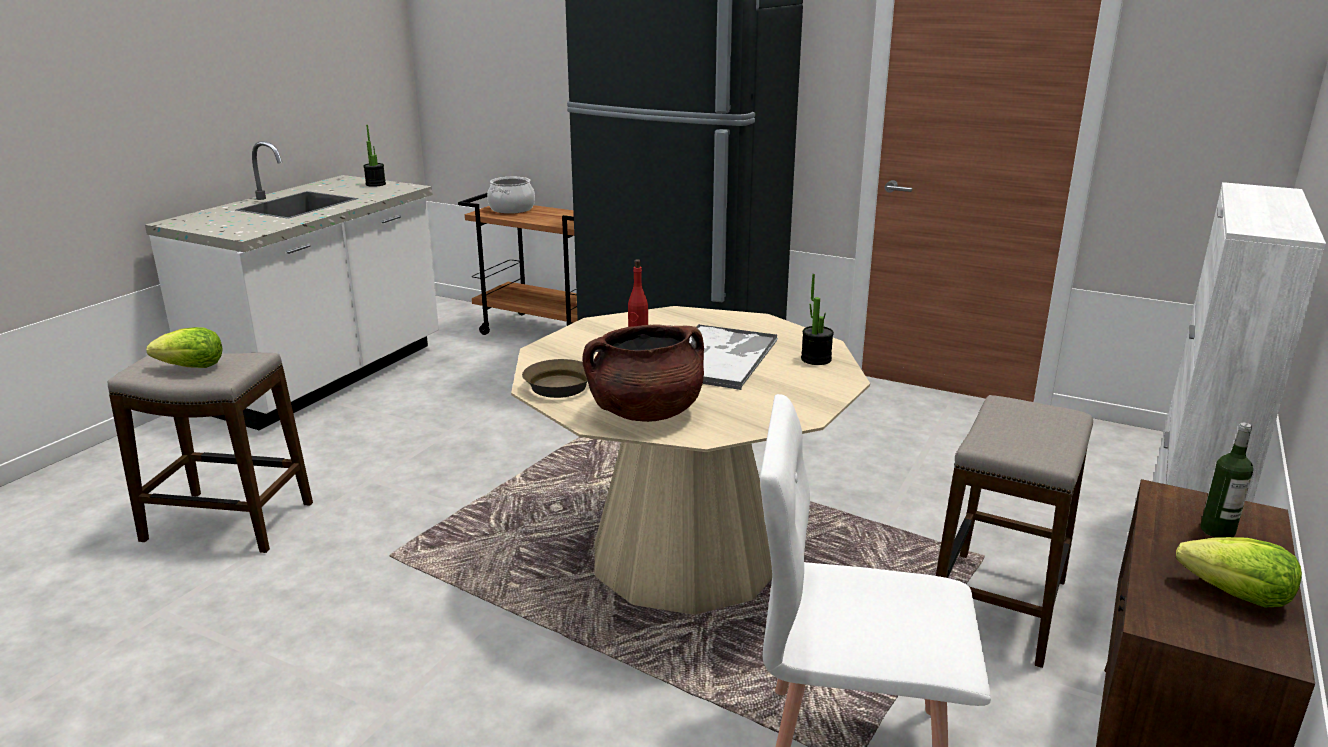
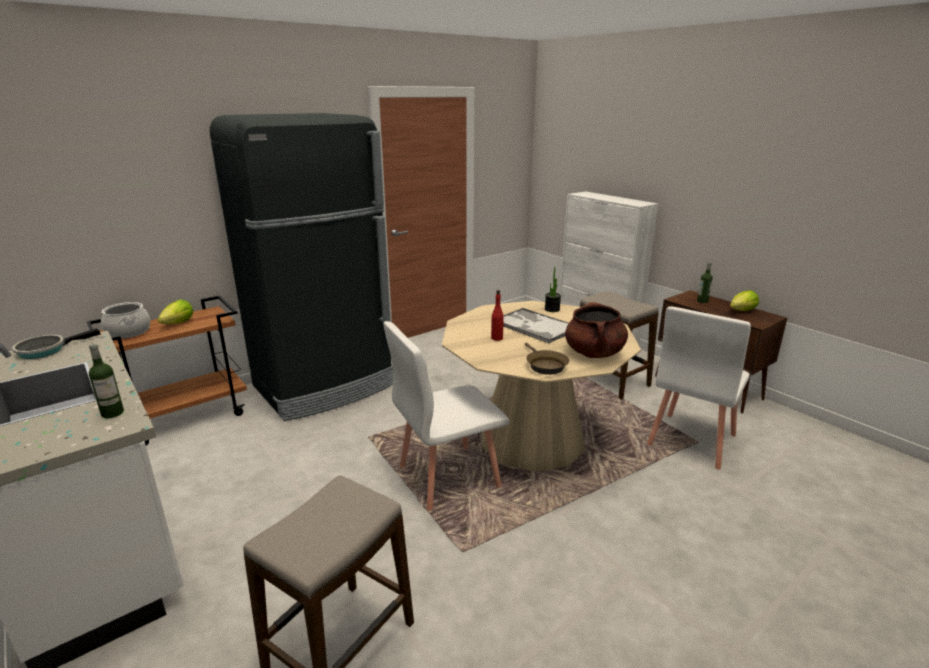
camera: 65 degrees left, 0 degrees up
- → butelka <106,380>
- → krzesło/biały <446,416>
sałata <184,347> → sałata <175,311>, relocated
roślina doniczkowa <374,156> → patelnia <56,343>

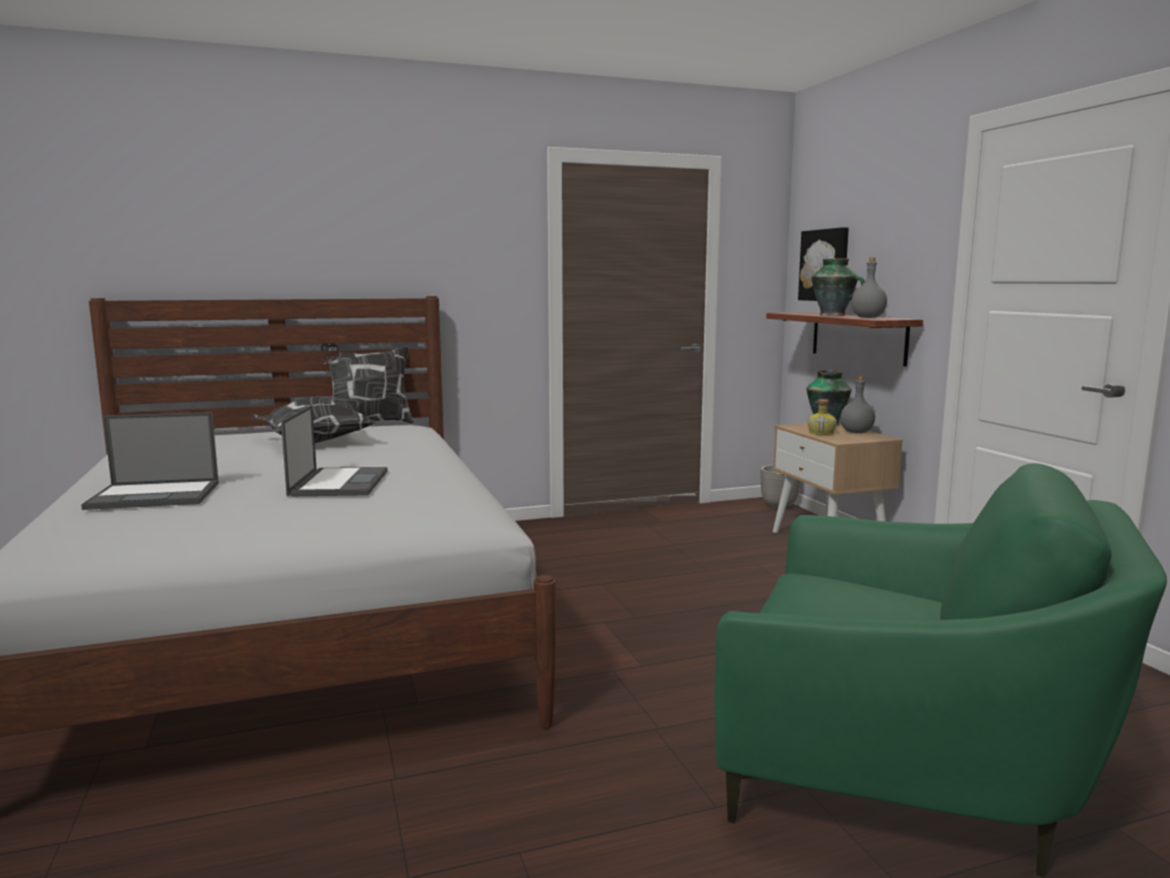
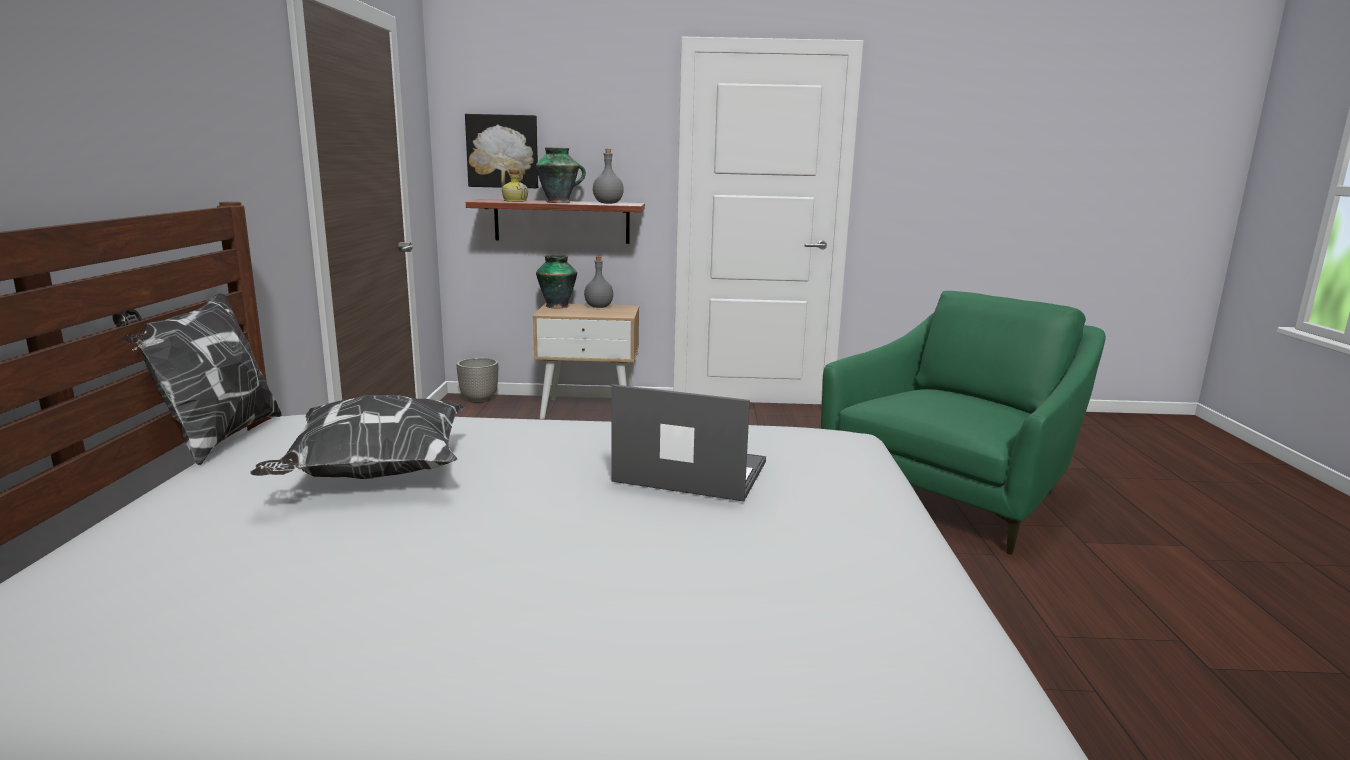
camera: 70 degrees left, 5 degrees up
laptop <150,461> → -
butelka <822,417> → butelka <515,185>, relocated

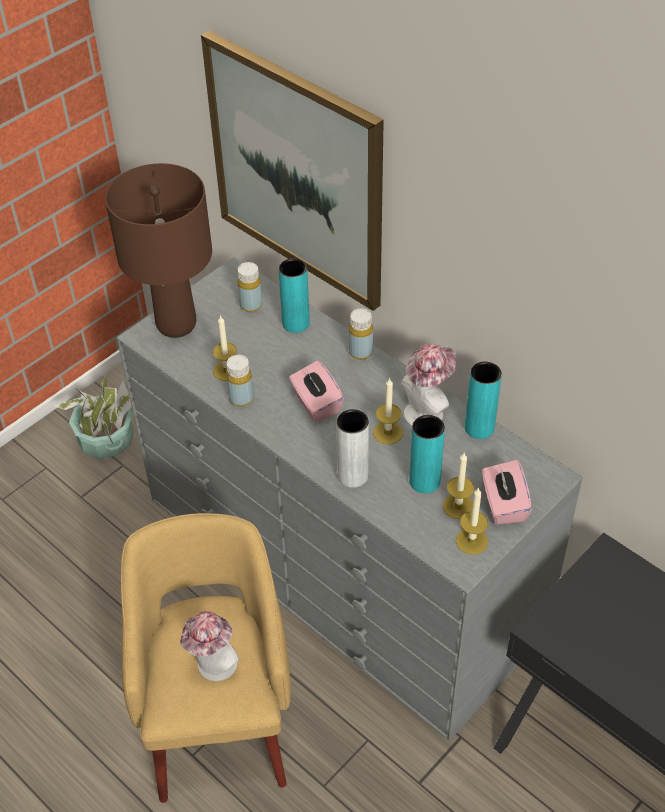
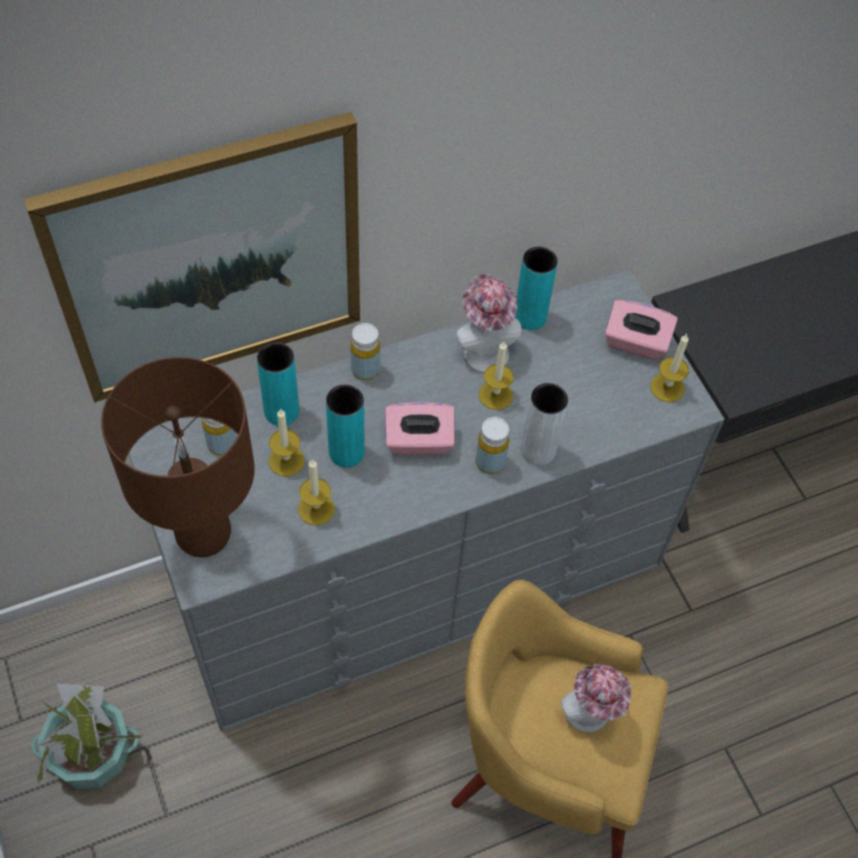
camera: 70 degrees left, 10 degrees up
butelka/żółty <240,381> → butelka/żółty <492,445>, relocated
wazon/turkusowy <427,454> → wazon/turkusowy <345,426>, relocated
świeca <458,486> → świeca <287,442>, relocated

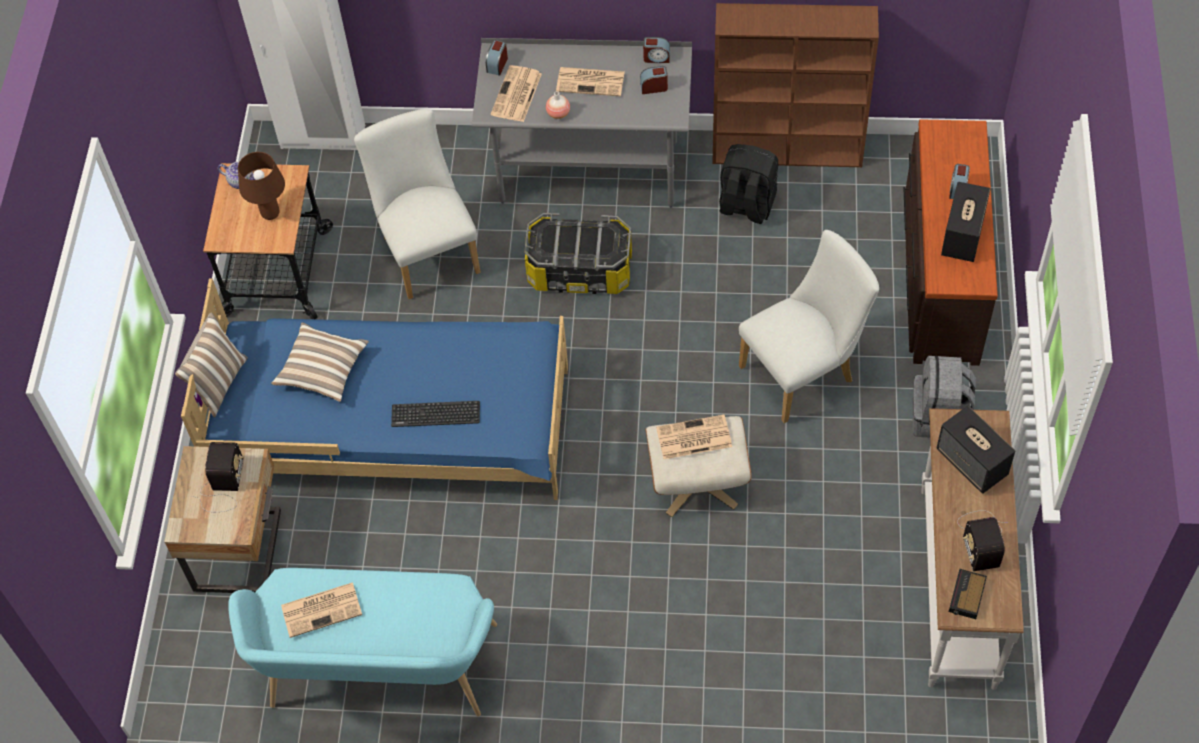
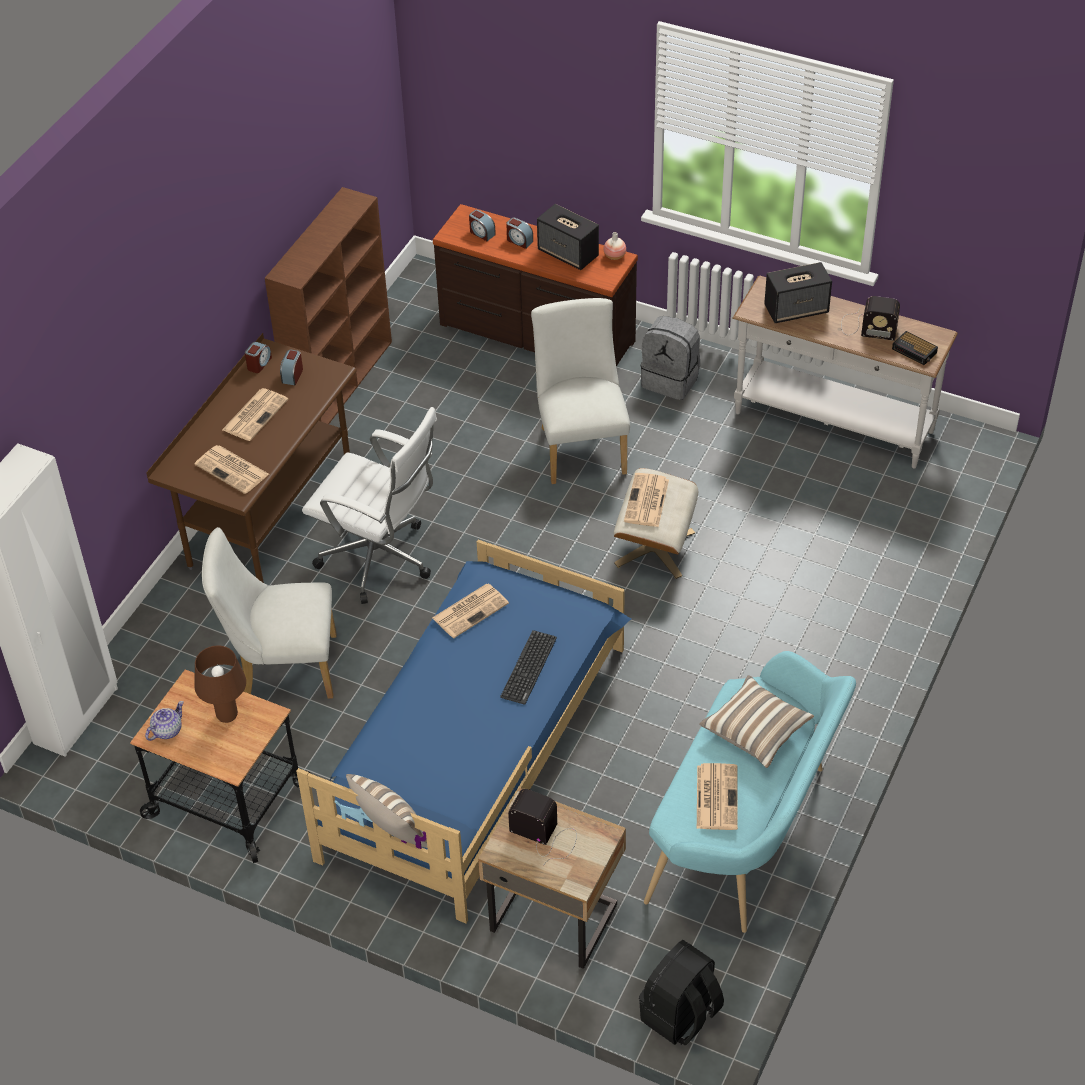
camera: 70 degrees left, 10 degrees down
- → gazeta <470,611>
poduszka <320,362> → poduszka <756,721>, relocated
budzik <496,58> → budzik <482,225>, relocated
wazon <558,105> → wazon <615,246>, relocated
plecak/czarny <748,184> → plecak/czarny <681,993>, relocated
pojemnik do przechowywania <578,253> → krzesło biurowe/biały <369,505>
biurko/szary <582,123> → biurko/brązowy <251,458>

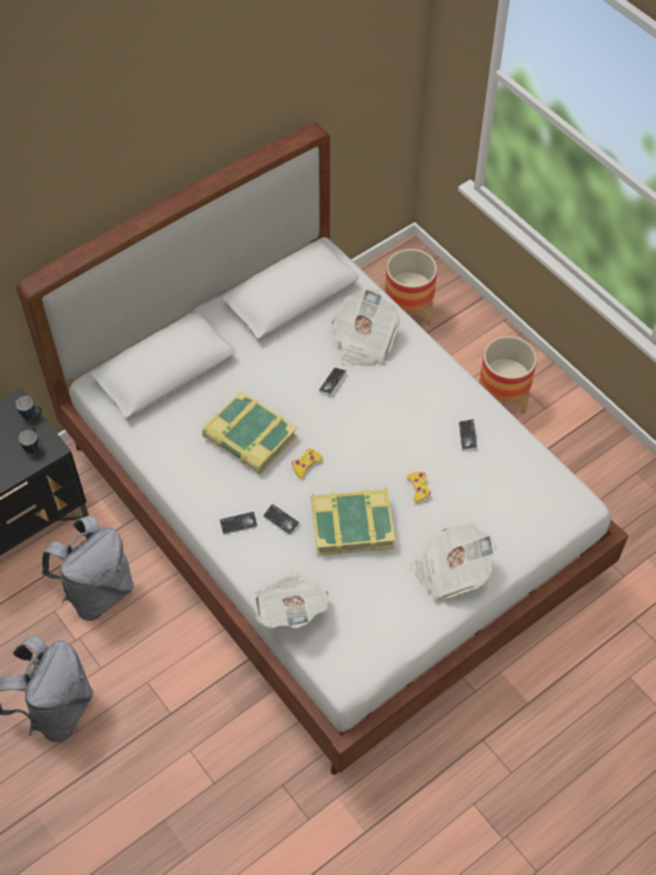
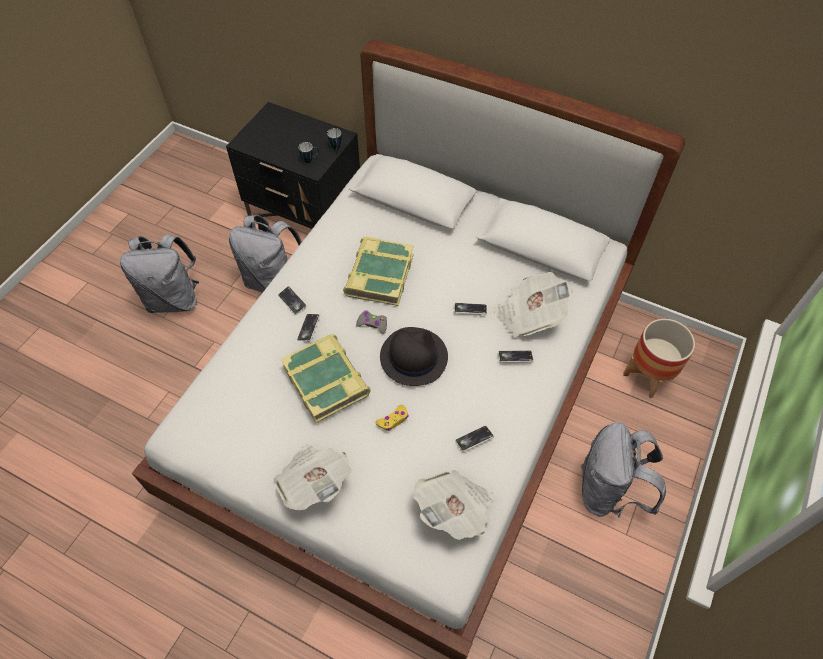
camera: 65 degrees right, 0 degrees up
- → kapelusz/czarny <414,356>
- → telefon <516,356>
gazeta <291,601> → gazeta <454,505>, relocated
donica <508,375> → plecak/szary <623,470>
pad do gier/żółty <307,463> → pad do gier/szary <371,322>

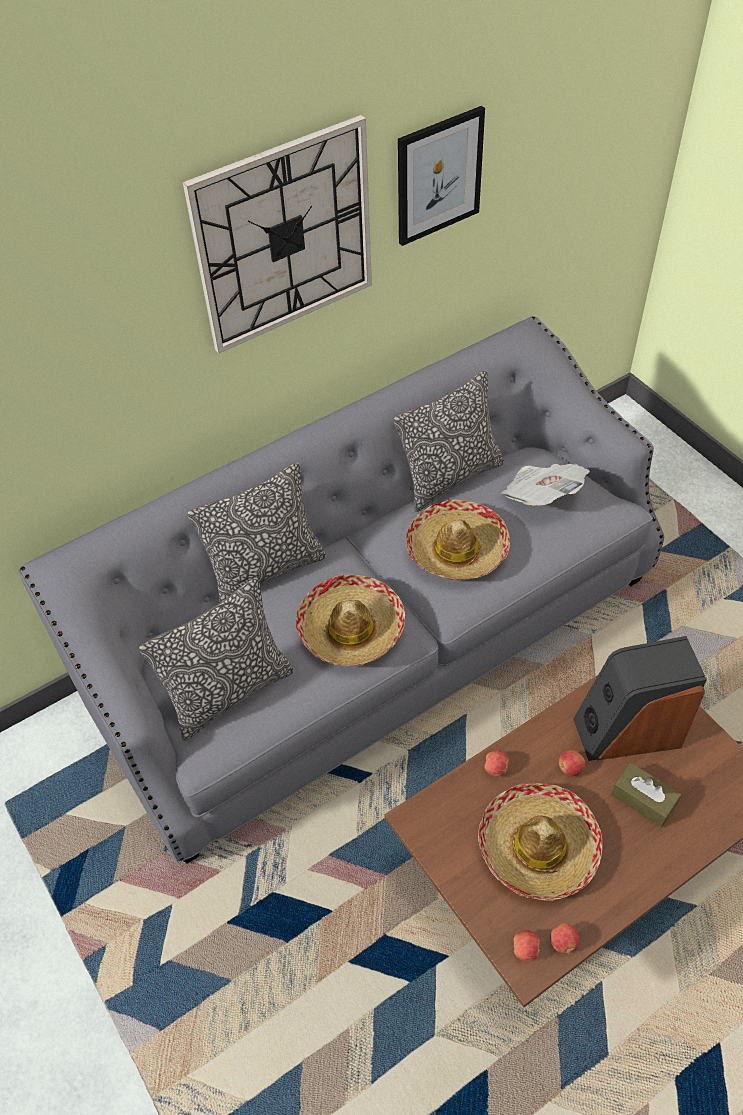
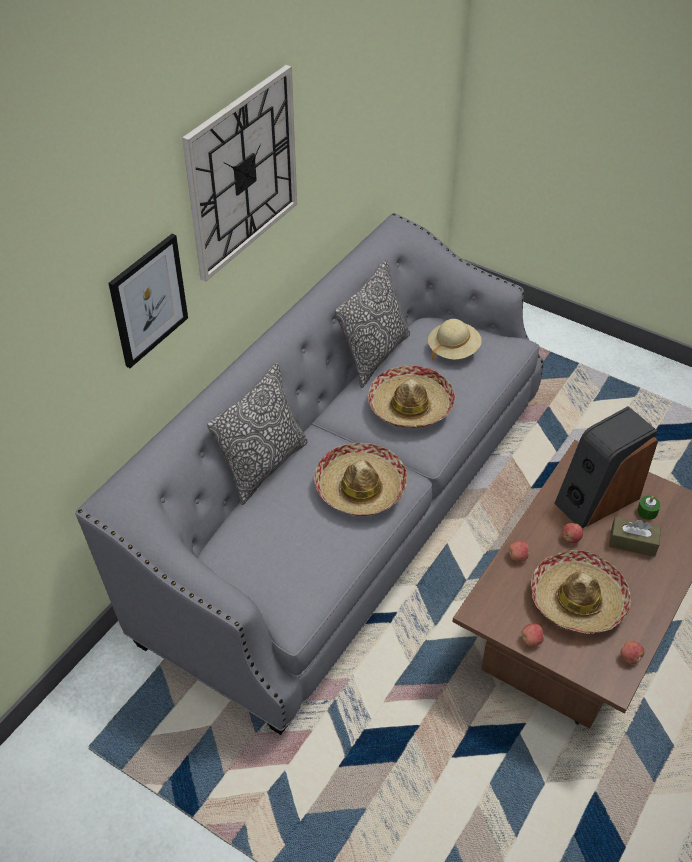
camera: 25 degrees left, 5 degrees down
poduszka <216,659> → -
- → świeca/zielony <649,508>
obraz <441,176> → obraz <148,301>, relocated
jabłko <527,945> → jabłko <532,634>, relocated
gazeta <545,485> → kapelusz/beżowy <455,340>

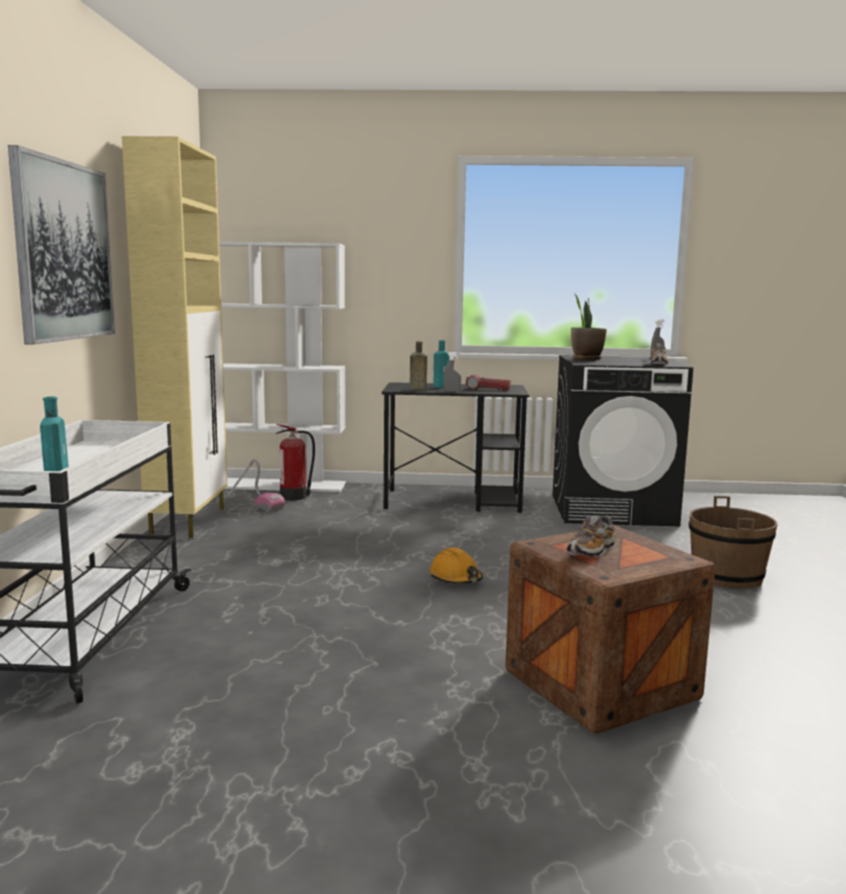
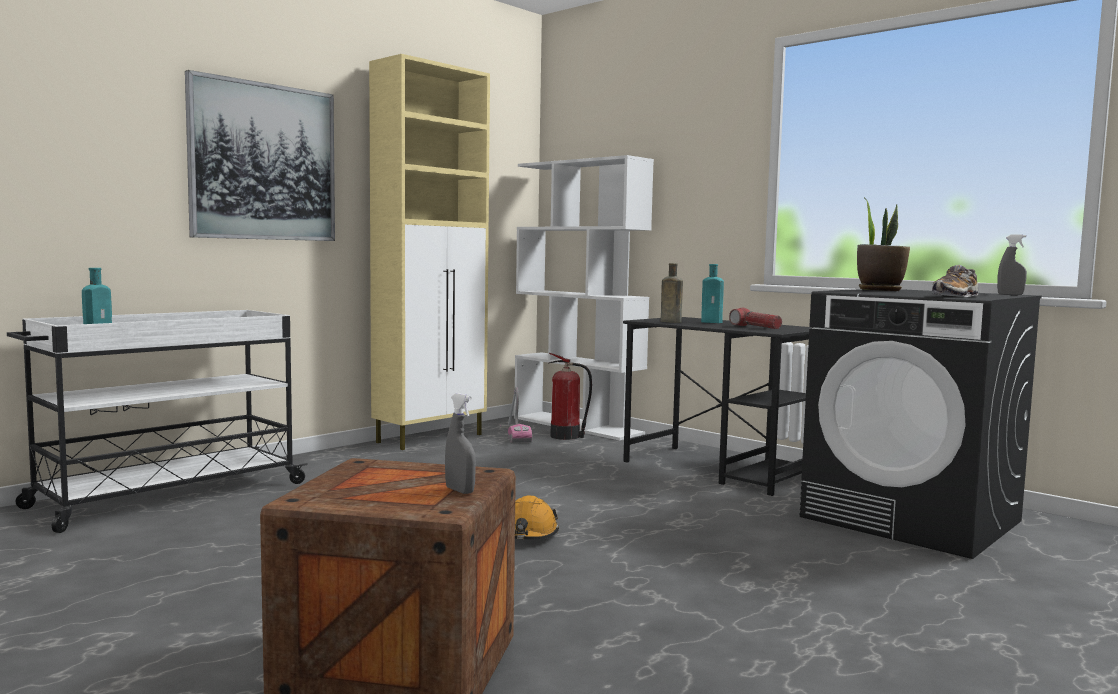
camera: 40 degrees right, 5 degrees down
but <590,536> → -
wiadro/brązowy <733,542> → -
spryskiwacz/szary <452,372> → spryskiwacz/szary <460,443>, relocated

